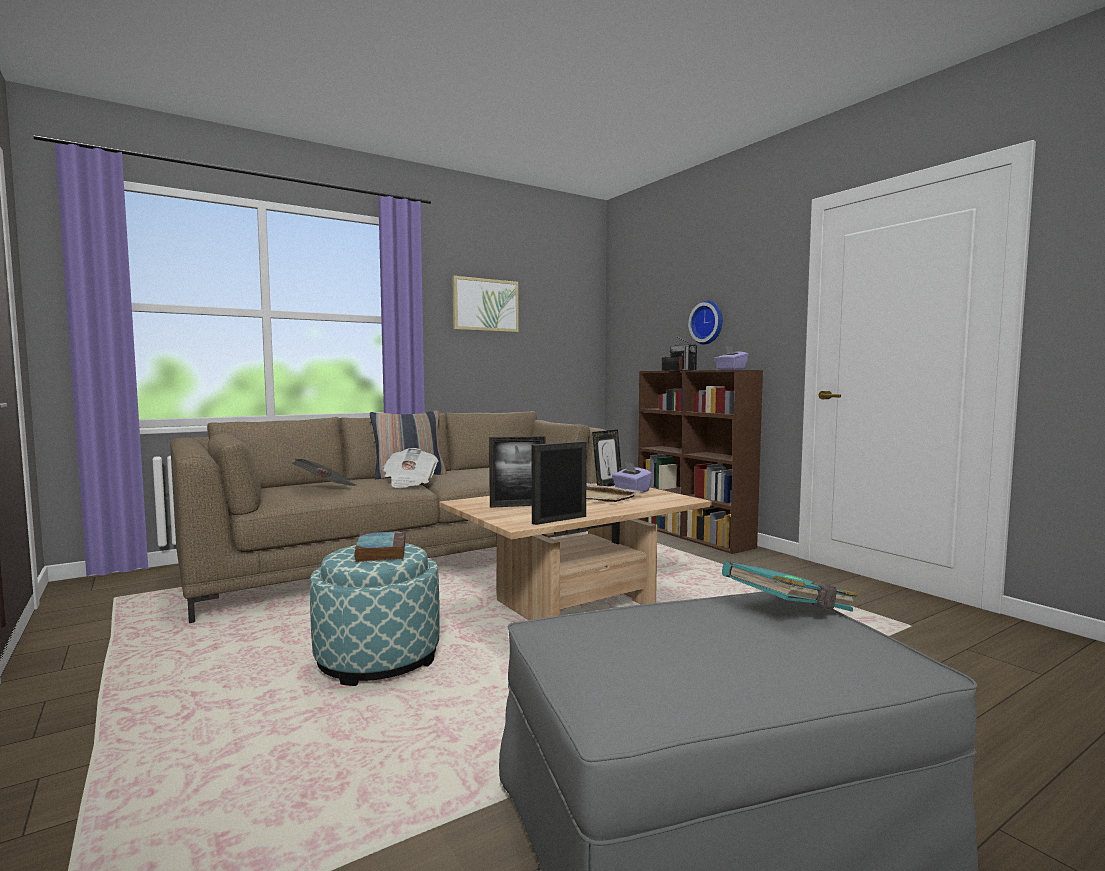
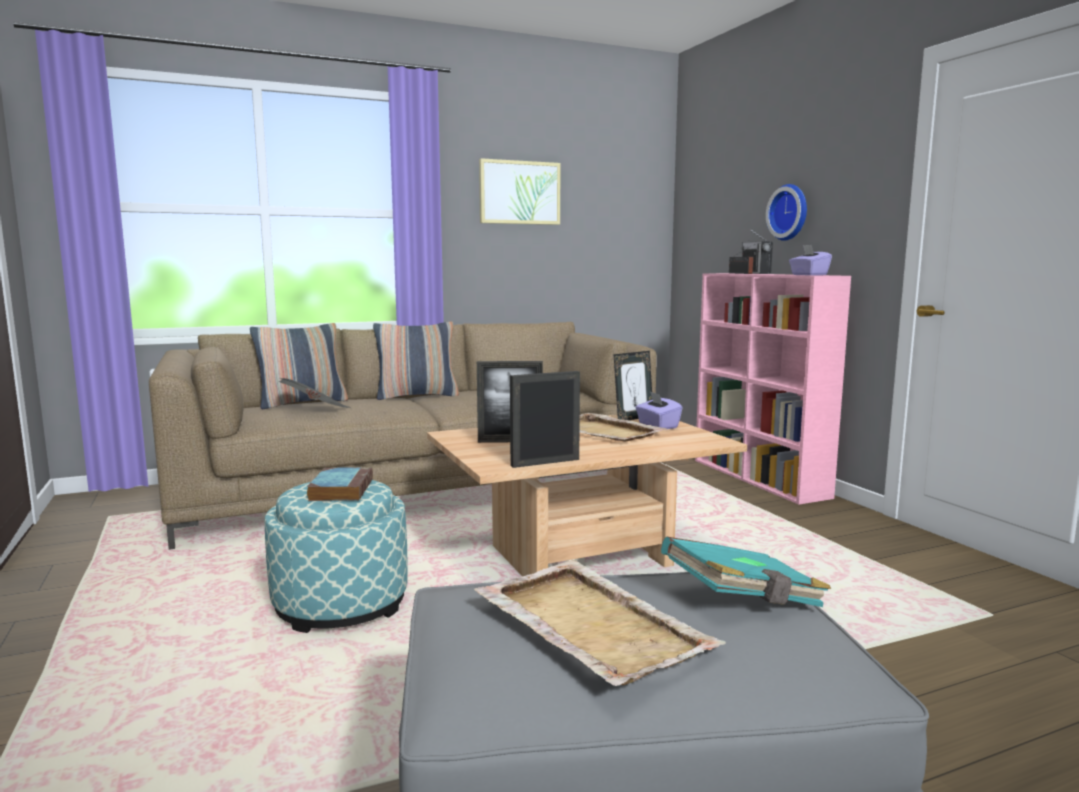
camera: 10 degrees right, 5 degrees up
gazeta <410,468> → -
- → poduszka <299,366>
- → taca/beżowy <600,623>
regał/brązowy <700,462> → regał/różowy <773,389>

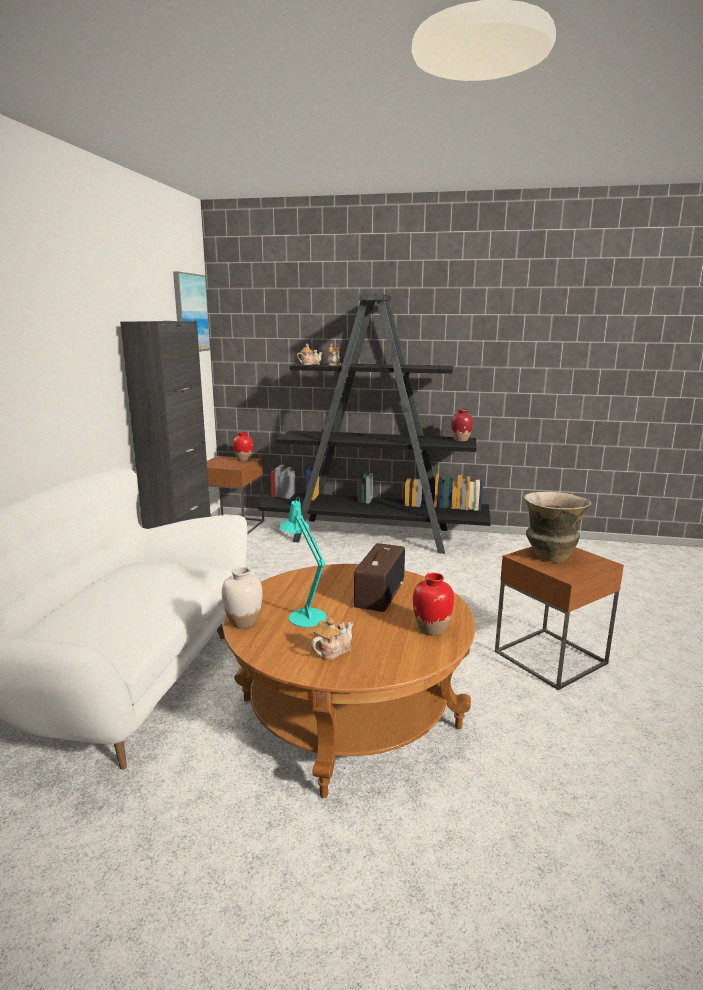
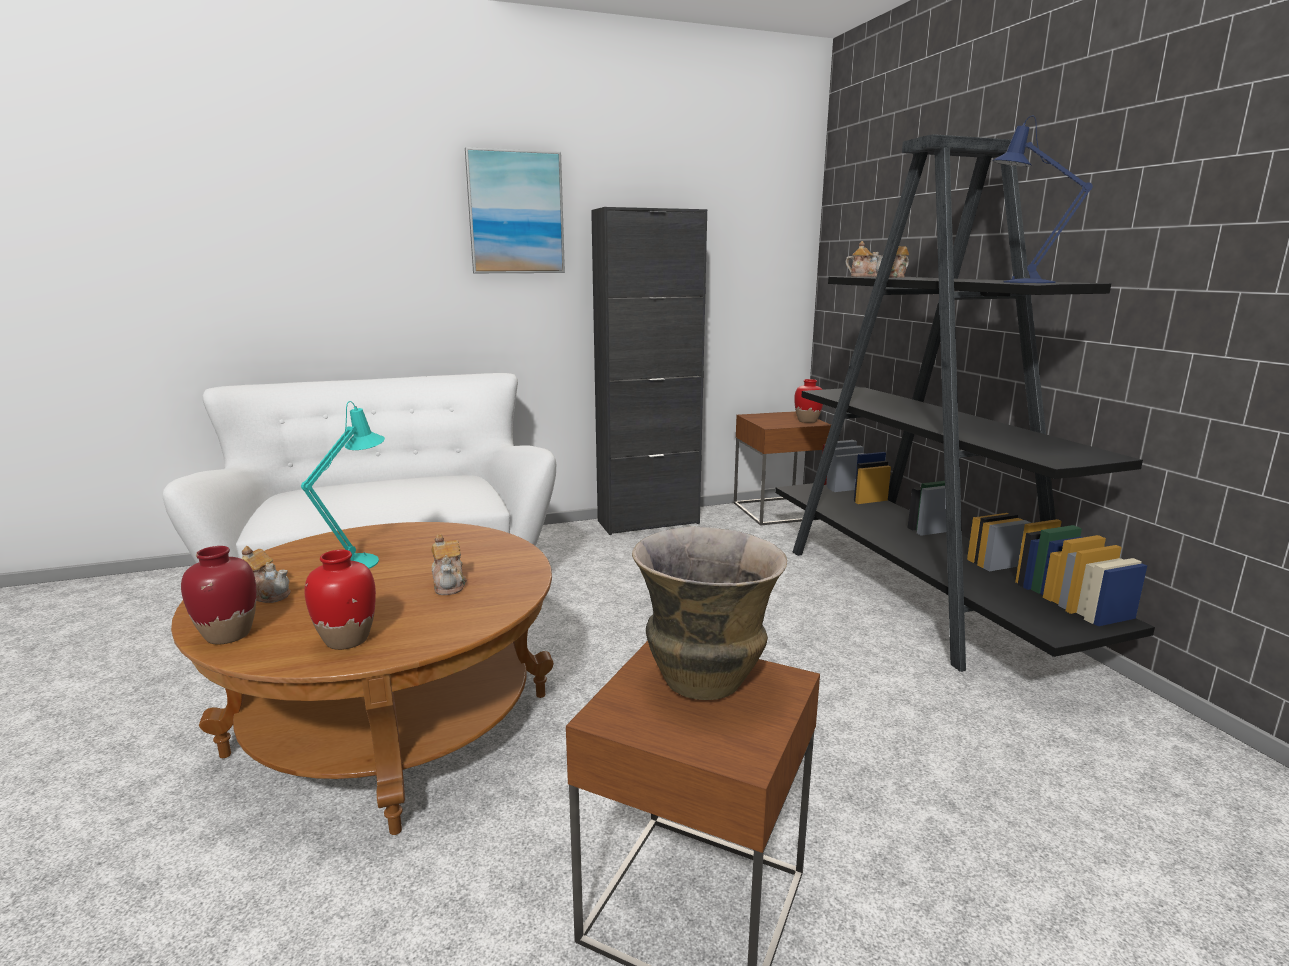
camera: 60 degrees right, 0 degrees up
wazon/biały <242,598> → -
- → lampa stołowa/niebieski <1042,199>
obraz <191,311> → obraz <515,210>, relocated
wazon/czerwony <462,425> → wazon/czerwony <218,595>, relocated
radio <379,577> → imbryk <449,564>

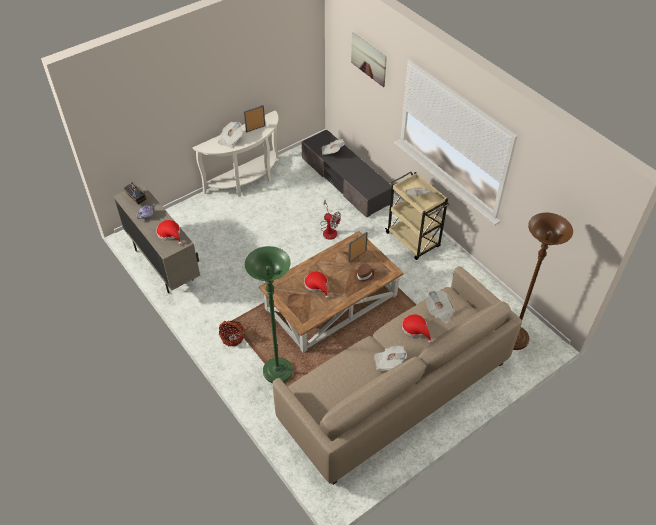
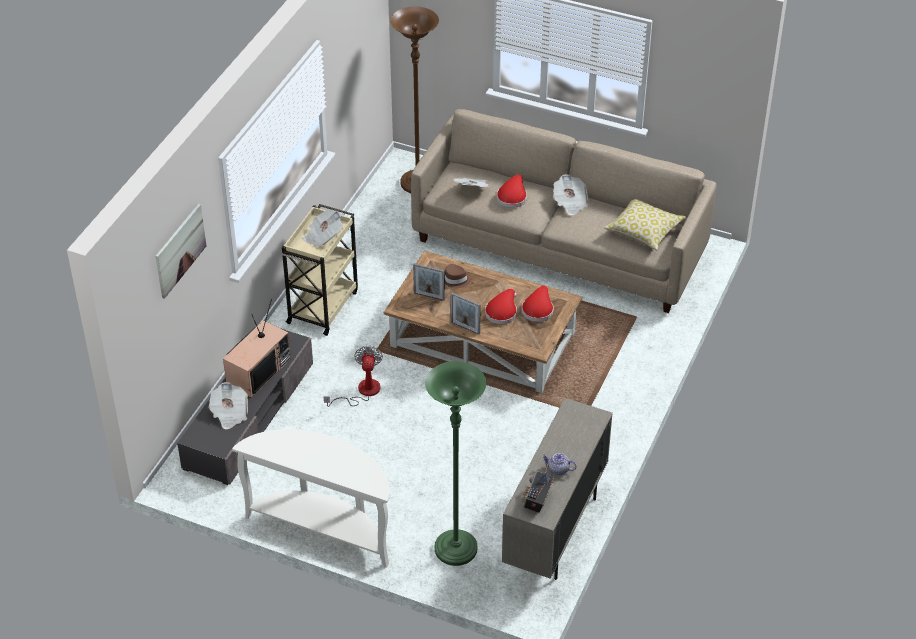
camera: 120 degrees left, 5 degrees down
gazeta <230,134> → -
koszyk <232,333> → -
- → telewizor <257,348>
- → poduszka <645,224>
kapelusz/czerwony <169,232> → kapelusz/czerwony <538,303>, relocated
ramka na zdjęcie <254,119> → ramka na zdjęcie <466,313>, relocated
lampa stojąca/zielony <269,314> → lampa stojąca/zielony <455,463>, relocated

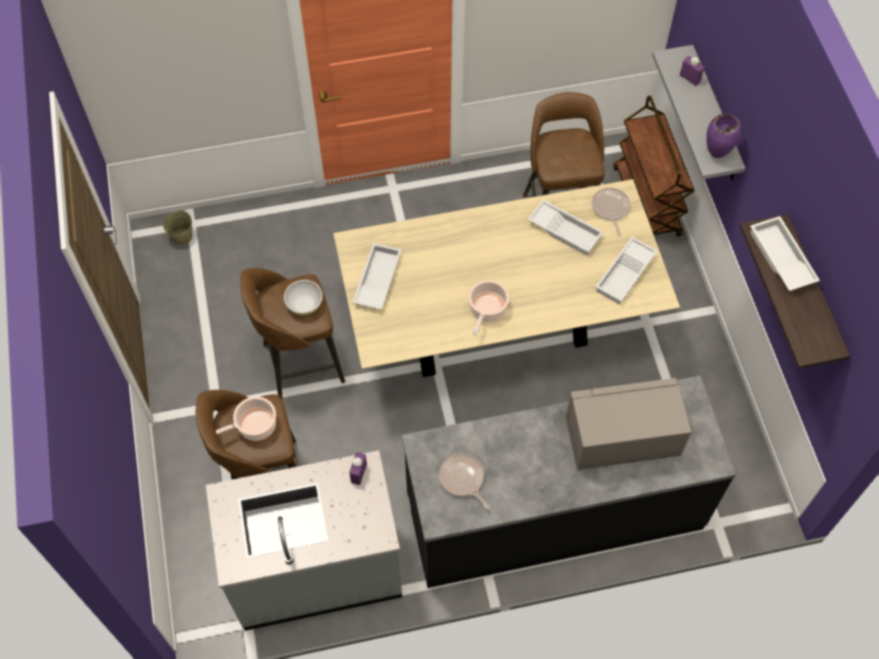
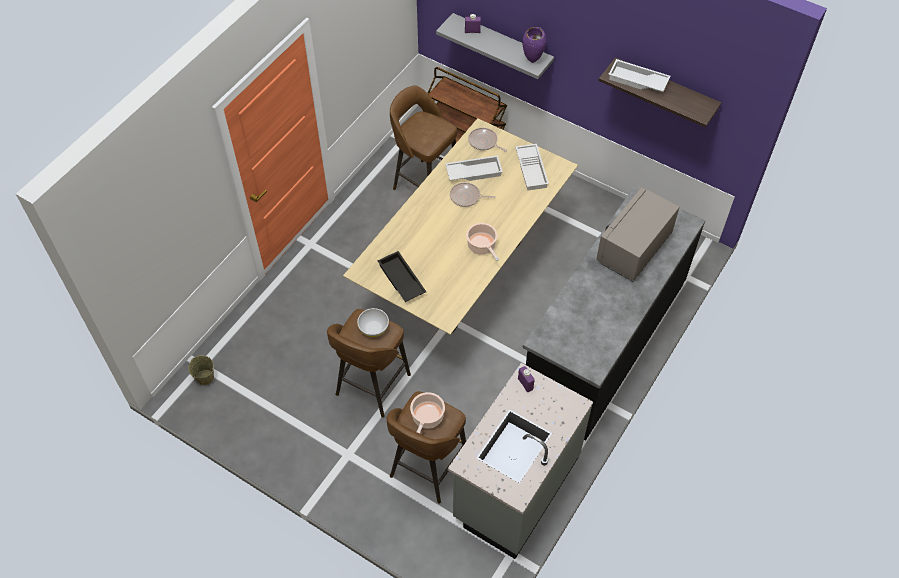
camera: 45 degrees left, 5 degrees down
patelnia <464,482> → patelnia <472,194>, relocated
taca/biały <377,276> → taca/czarny <401,276>

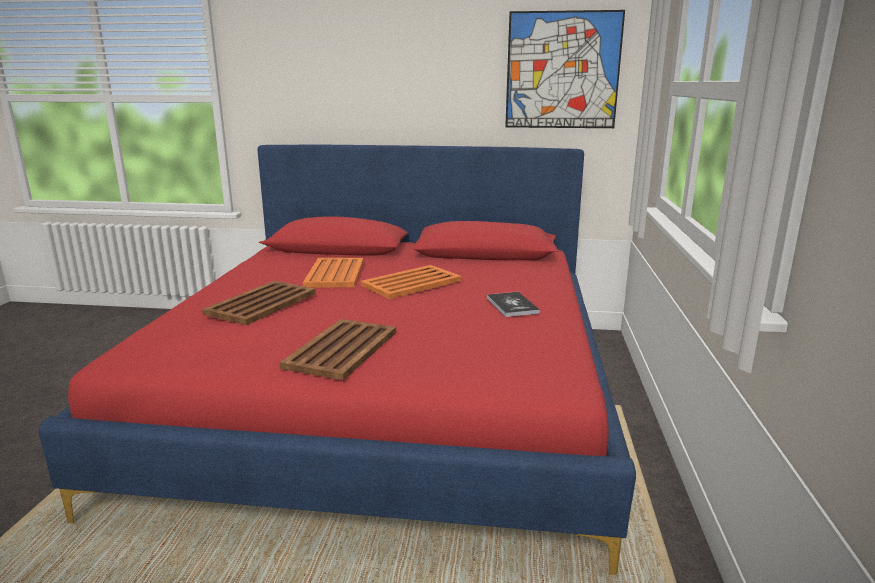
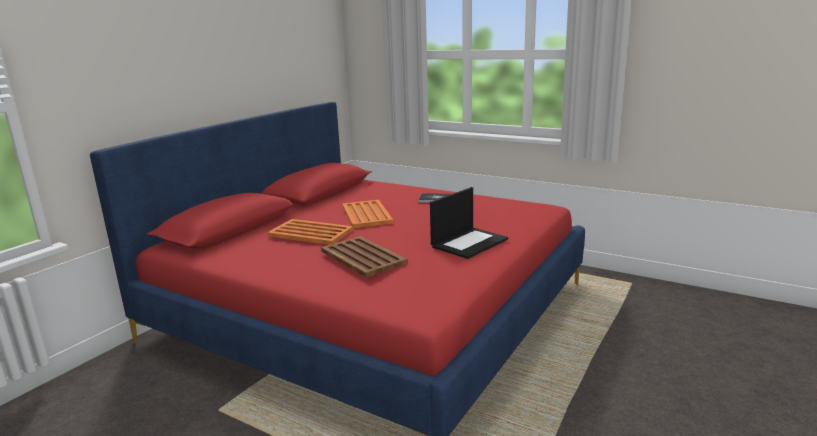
camera: 65 degrees left, 0 degrees up
obraz <565,69> → -
taca/brązowy <337,349> → laptop <469,223>

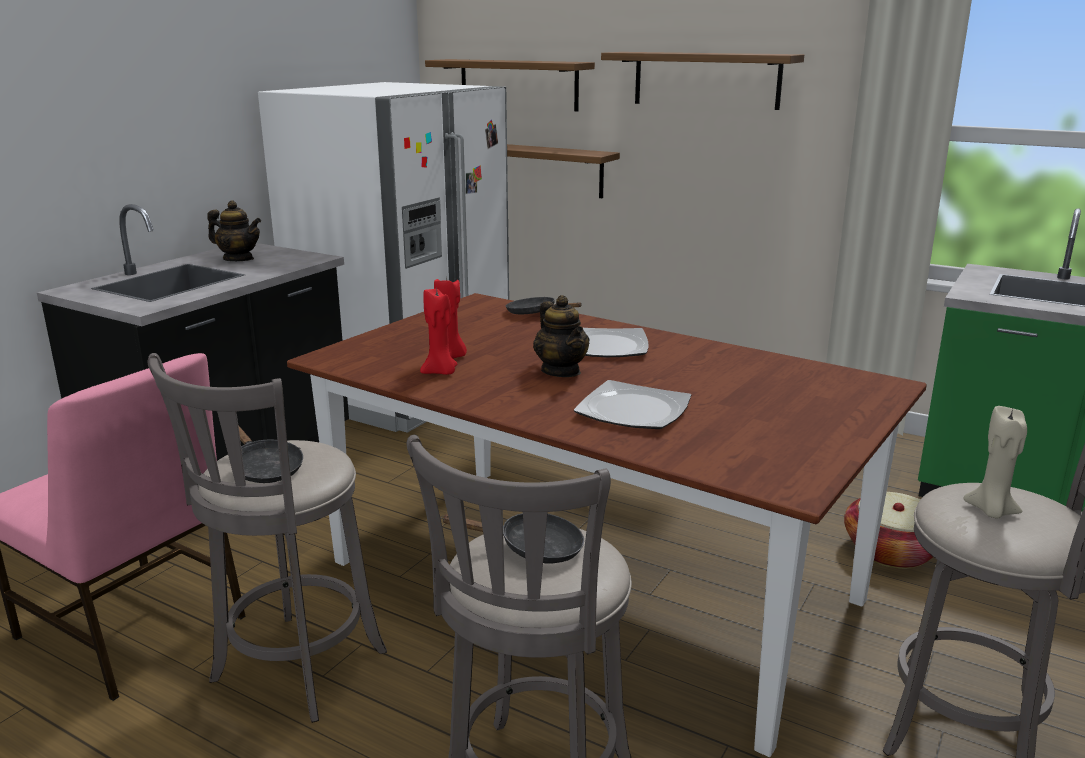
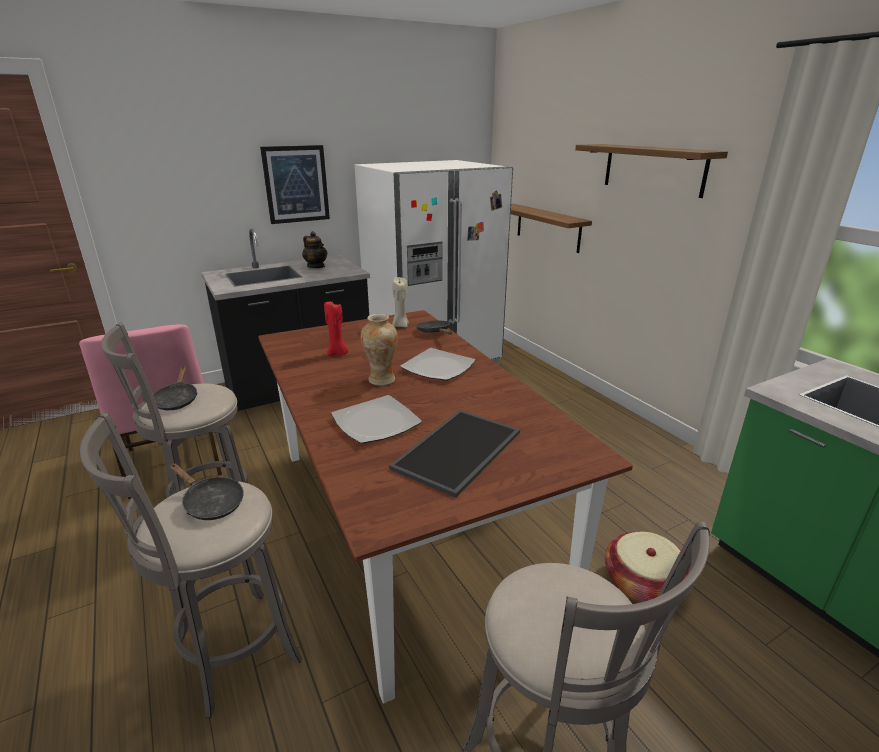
camera: 30 degrees right, 5 degrees up
świeca/czerwony <438,332> → -
półka <510,85> → -
- → obraz <295,184>
- → taca <454,454>
świeca/beżowy <995,462> → świeca/beżowy <400,302>, relocated
imbryk <561,336> → wazon <379,350>

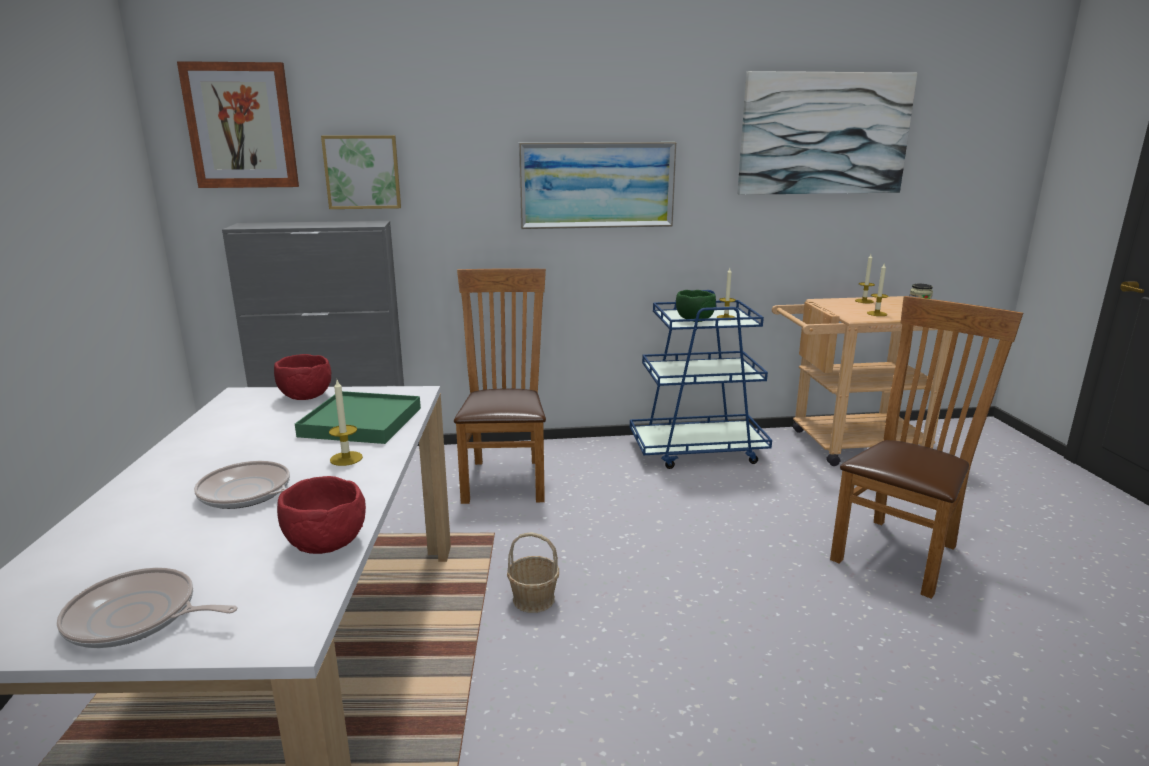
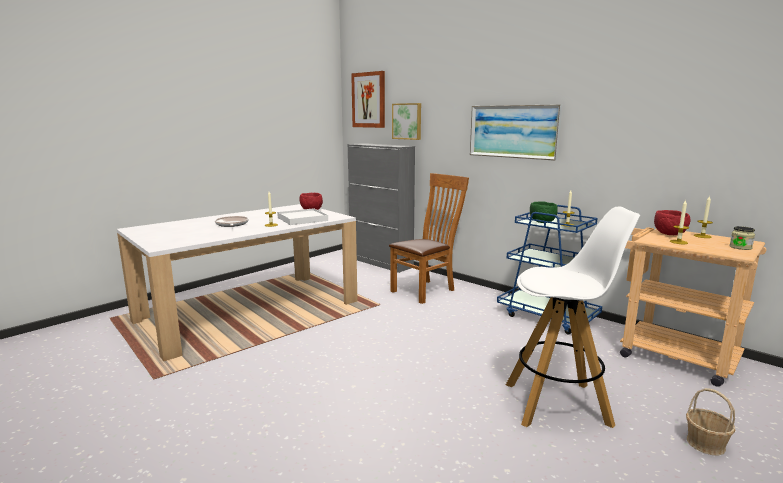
camera: 50 degrees right, 5 degrees down
patelnia <147,608> → -
obraz <827,133> → -
miska/czerwony <321,515> → miska/czerwony <672,222>, relocated
koszyk <533,572> → koszyk <711,422>, relocated
krzesło/brązowy <926,447> → stołek/biały <573,317>
taca/zielony <358,417> → taca/biały <302,216>

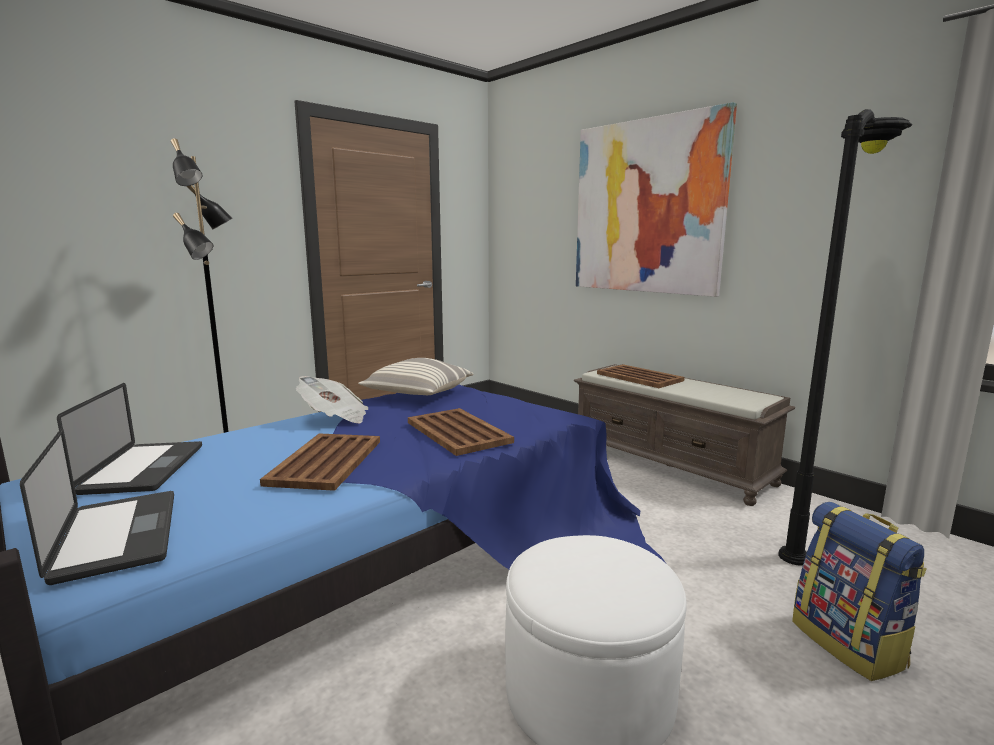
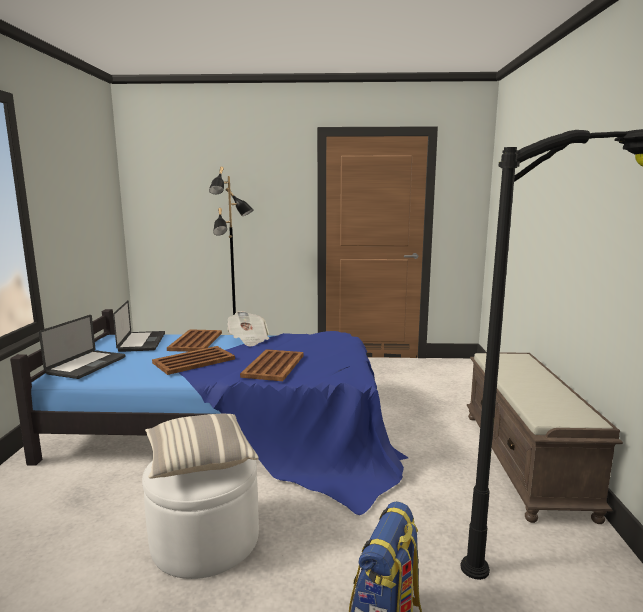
camera: 45 degrees right, 0 degrees up
obraz <656,199> → -
poduszka <416,376> → poduszka <202,446>, relocated
taca/brązowy <641,376> → taca/brązowy <194,340>, relocated
laptop <129,439> → laptop <139,326>, 45 degrees counterclockwise

